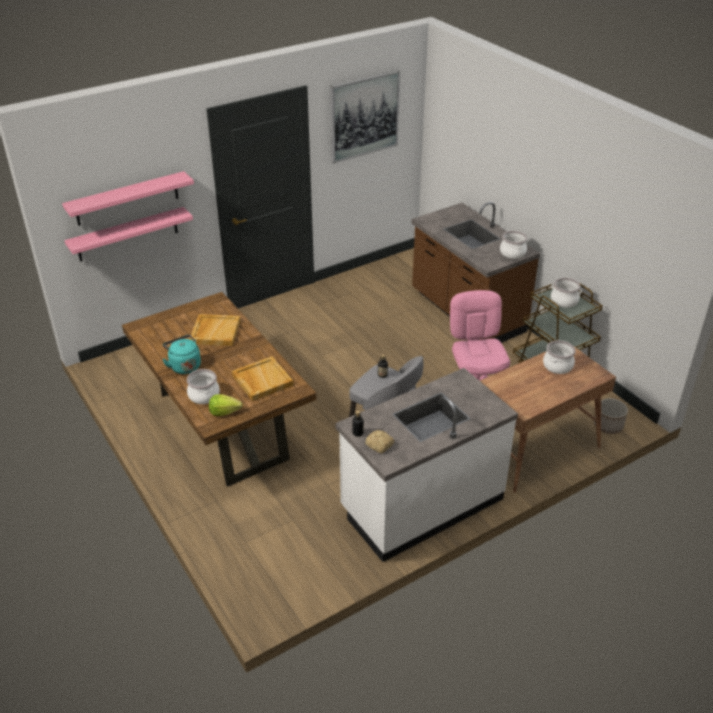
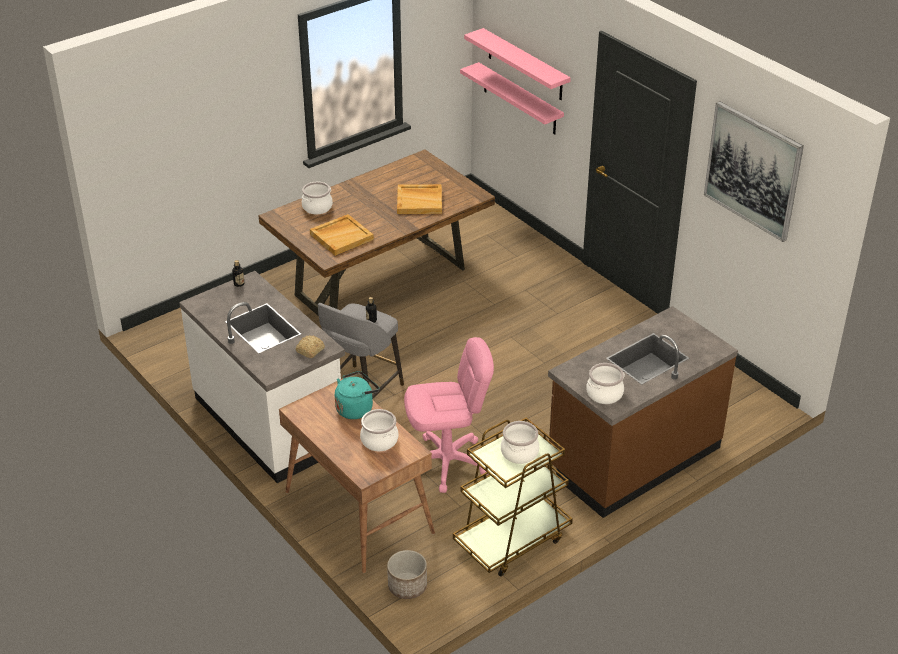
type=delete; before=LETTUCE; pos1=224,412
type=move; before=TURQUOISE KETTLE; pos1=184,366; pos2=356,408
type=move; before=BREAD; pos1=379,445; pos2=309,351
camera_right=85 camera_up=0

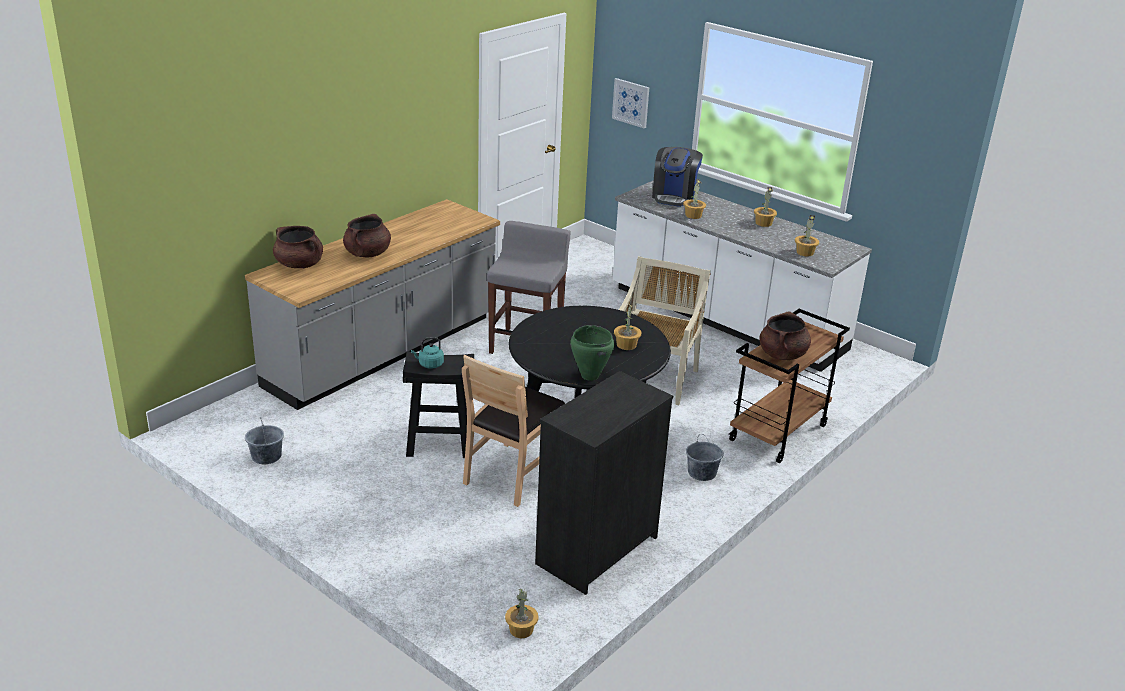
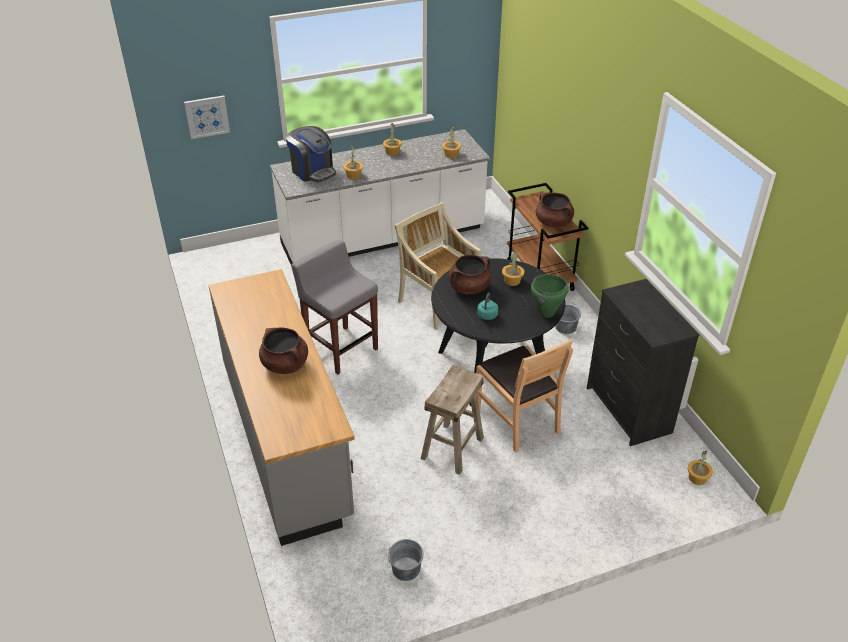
type=move; before=BROWN COOKING POT; pos1=299,264; pos2=469,288
type=move; before=TURQUOISE KETTLE; pos1=429,364; pos2=487,316
type=recolor; before=BLACK STOOL; after=BEIGE STOOL; pos1=439,443; pos2=452,448
camera_right=-60 camera_up=10

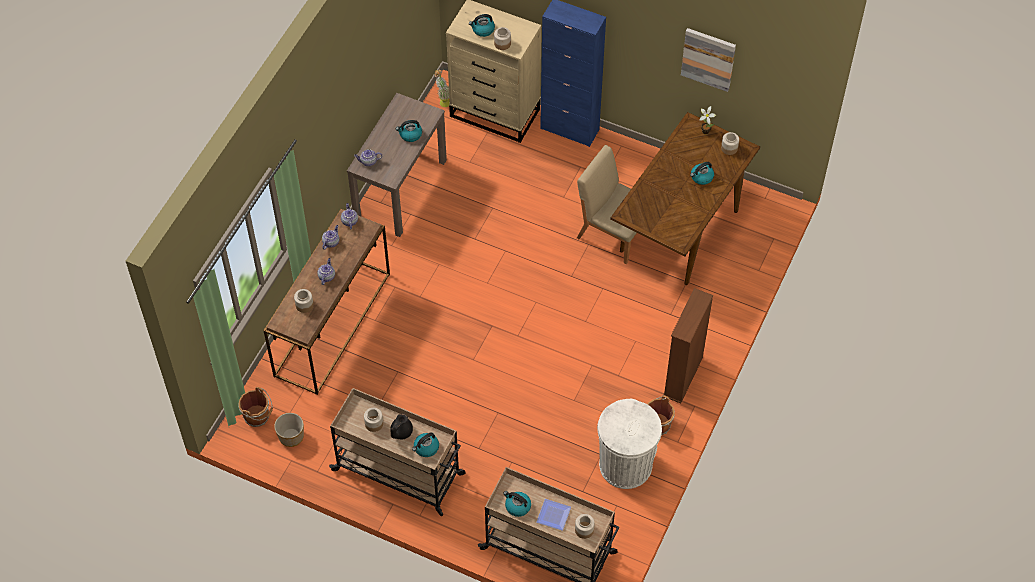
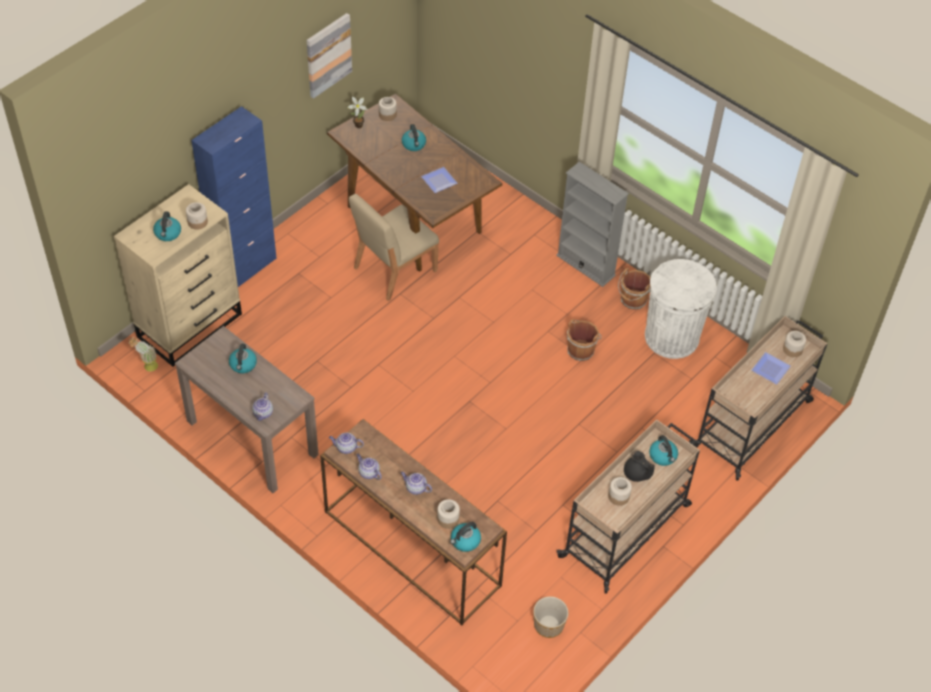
type=insert; after=PLATE; pos2=437,181
type=move; before=BROWN BUCKET; pos1=258,416; pos2=581,349
type=move; before=KETTLE; pos1=517,506; pos2=465,541
type=recolor; before=BROWN BOOKCASE; after=GREY BOOKCASE; pos1=683,377; pos2=585,265
camera_right=-75 camera_up=-5

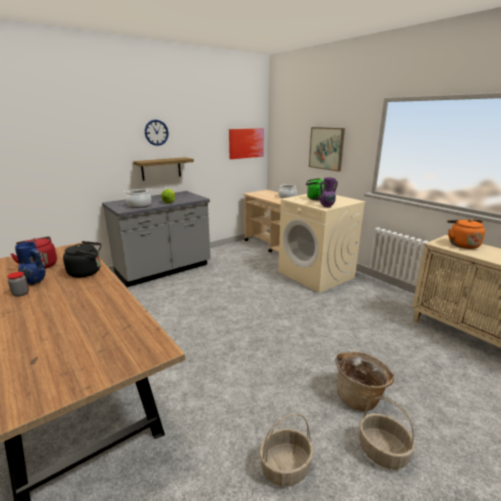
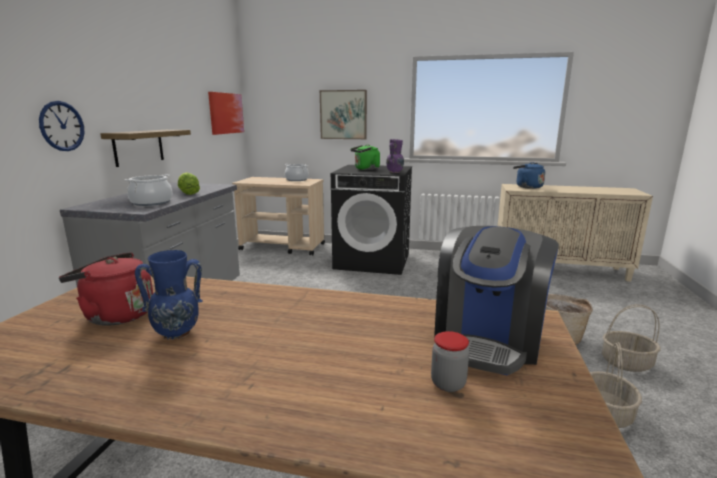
type=delete; before=BLACK KETTLE; pos1=87,272
type=insert; after=COFFEE MACHINE; pos2=488,339
type=move; before=JAR; pos1=21,293; pos2=448,383
type=move; before=WALL CLOCK; pos1=156,132; pos2=62,126
type=recolor; before=BEIGE WASHING MACHINE; after=BLACK WASHING MACHINE; pos1=316,275; pos2=373,261
type=recolor; before=ORANGE KETTLE; after=BLUE KETTLE; pos1=462,244; pos2=527,187
camera_right=-40 camera_up=-5

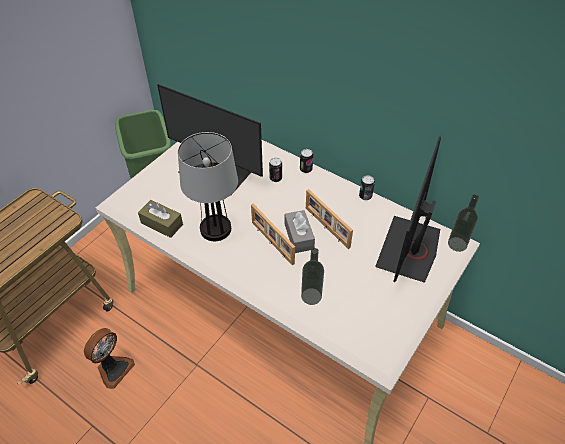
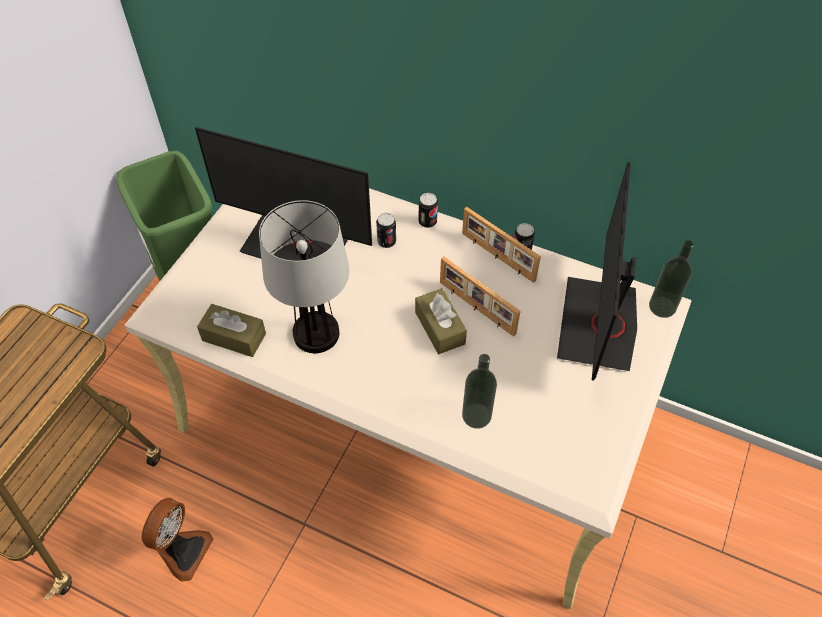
type=move; before=PICTURE FRAME; pos1=271,243; pos2=497,257
type=recolor; before=GREY TISSUE BOX; after=BROWN TISSUE BOX; pos1=299,236; pos2=440,328
camera_right=-10 camera_up=5

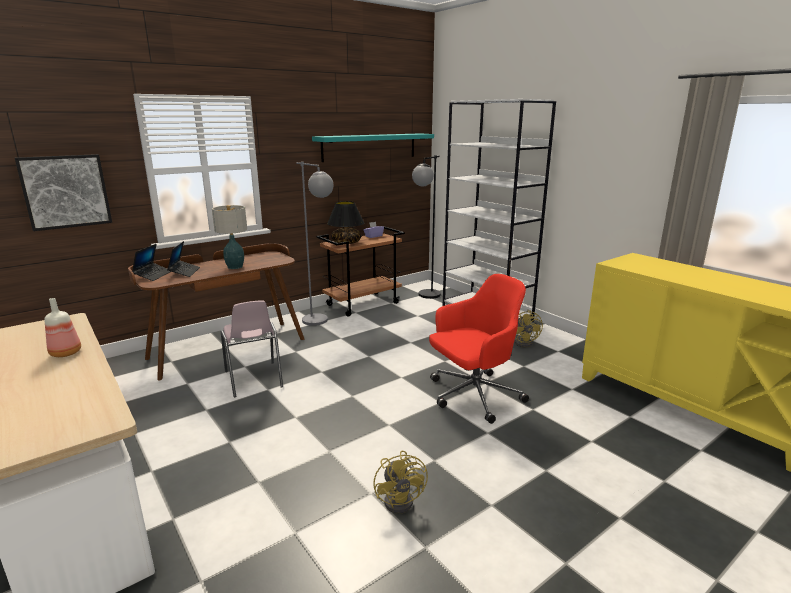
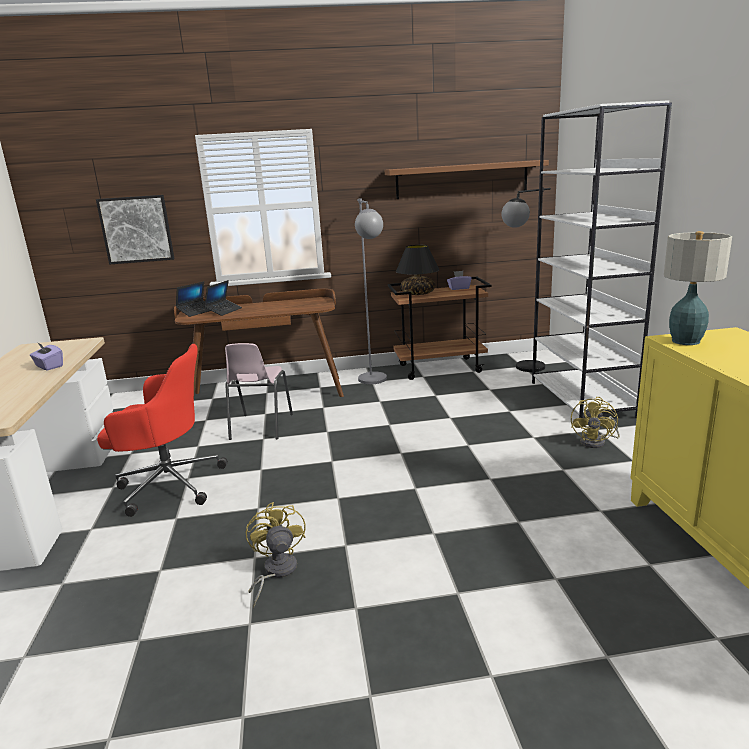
type=move; before=TABLE LAMP; pos1=234,267; pos2=685,341
type=move; before=RED OFFICE CHAIR; pos1=473,395; pos2=168,484
type=replace; before=BOTTLE; after=PURPLE TISSUE BOX; pos1=67,353; pos2=49,366
type=recolor; before=TURQUOISE SHELF; after=BROWN SHELF; pos1=370,147; pos2=462,179
type=rotate; before=YELLOW FAN; pos1=402,499; pos2=275,572; turn=150
camera_right=30 camera_up=0

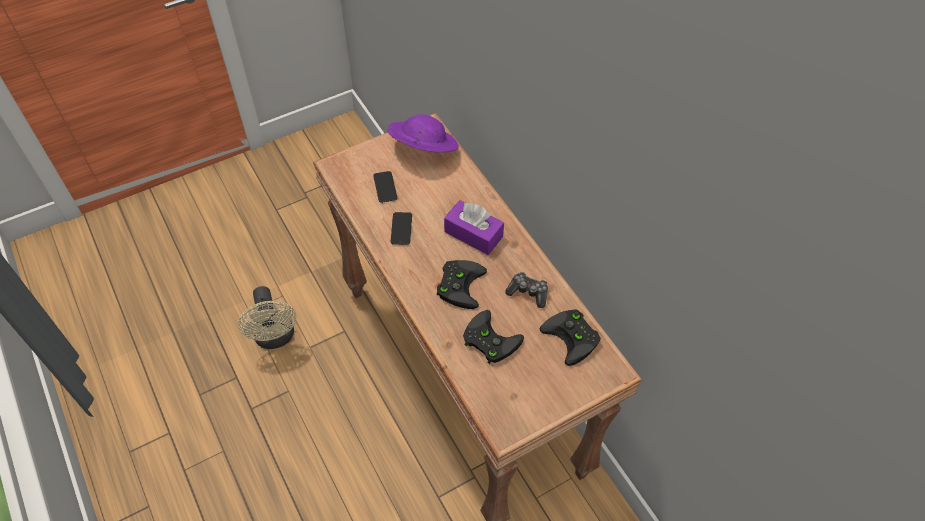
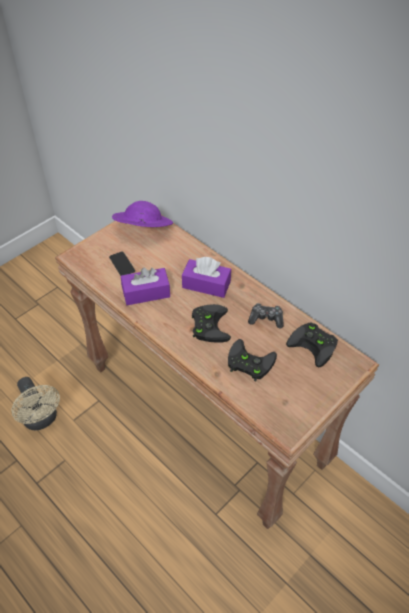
type=replace; before=PHONE; after=PURPLE TISSUE BOX; pos1=401,229; pos2=146,293
camera_right=-15 camera_up=-5

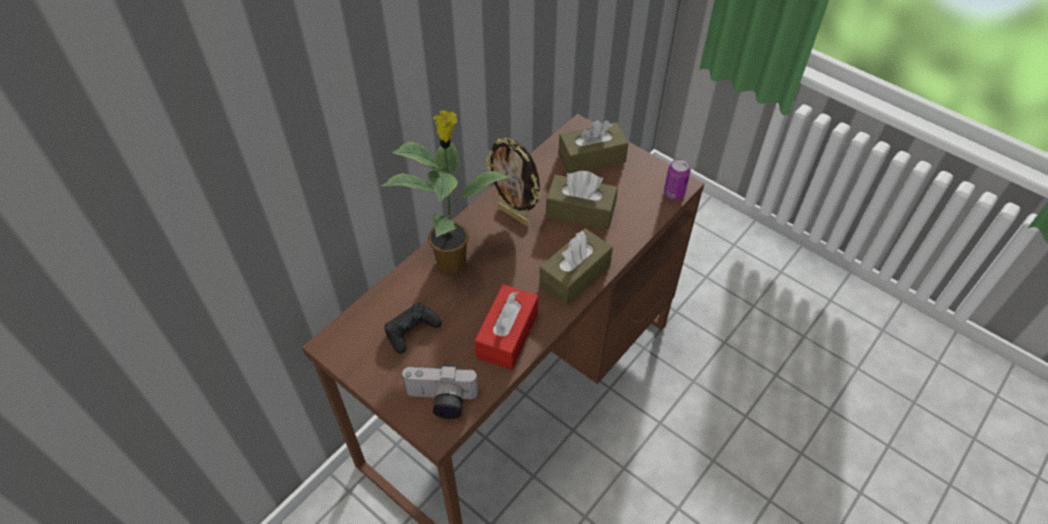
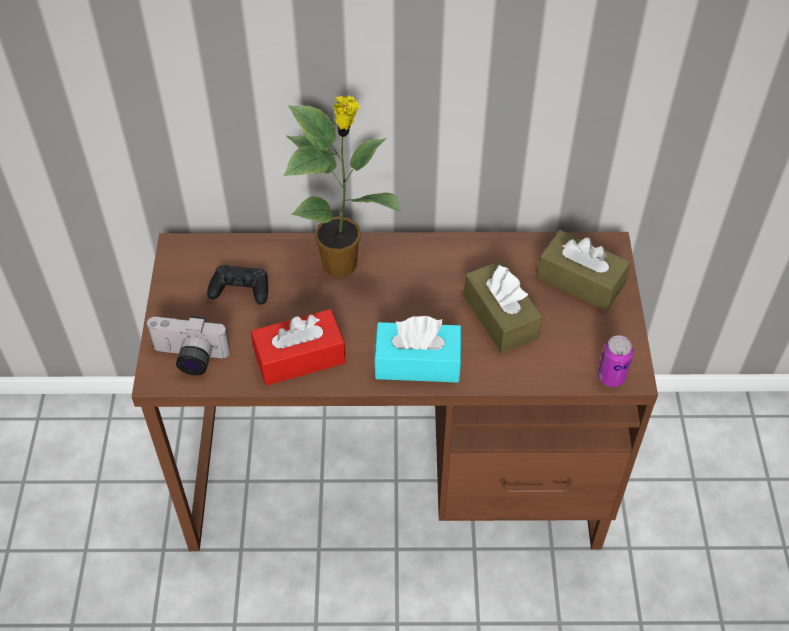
type=delete; before=PICTURE FRAME; pos1=514,216
type=recolor; before=BROWN TISSUE BOX; after=TURQUOISE TISSUE BOX; pos1=575,275; pos2=417,363
type=rotate; before=PHOTO CAMERA; pos1=441,401; pos2=189,358; turn=-45
camera_right=50 camera_up=0

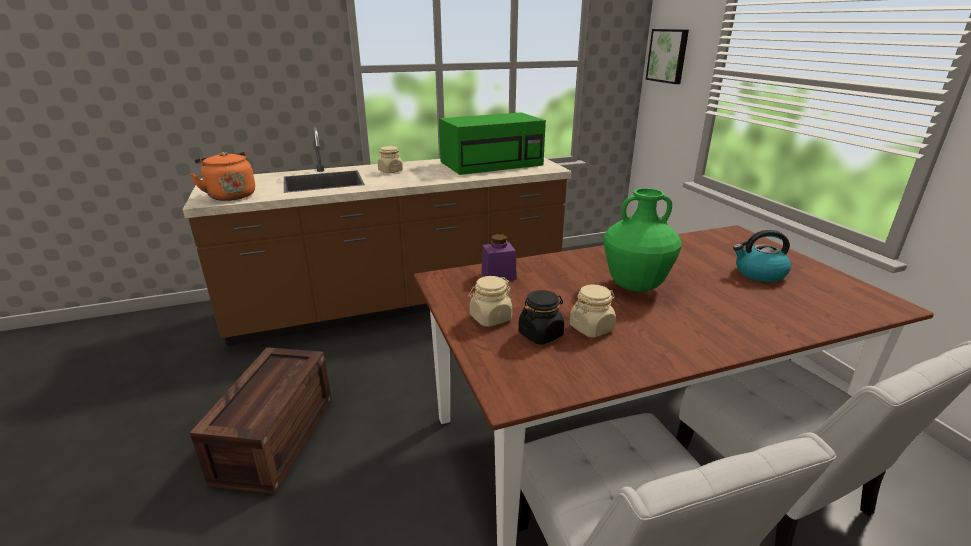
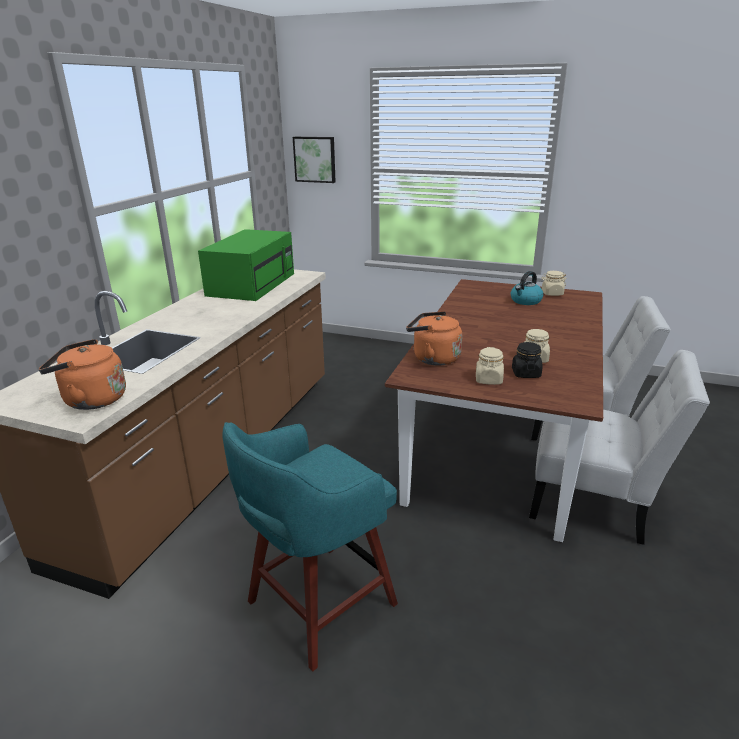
type=delete; before=GREEN VASE; pos1=635,286
type=move; before=BEIGE JAR; pos1=390,171; pos2=552,293
type=replace; before=CRATE; after=TURQUOISE STOOL; pos1=275,437; pos2=317,605
type=replace; before=PURPLE JAR; after=ORANGE KETTLE; pos1=498,276; pos2=433,358
camera_right=-50 camera_up=0

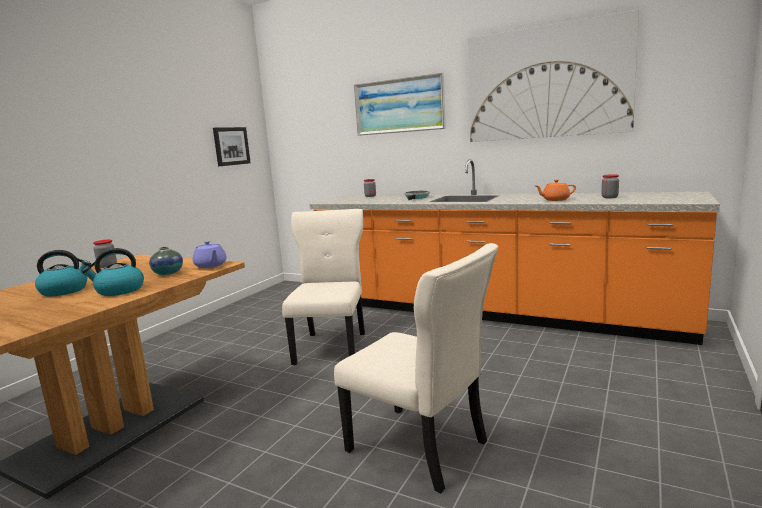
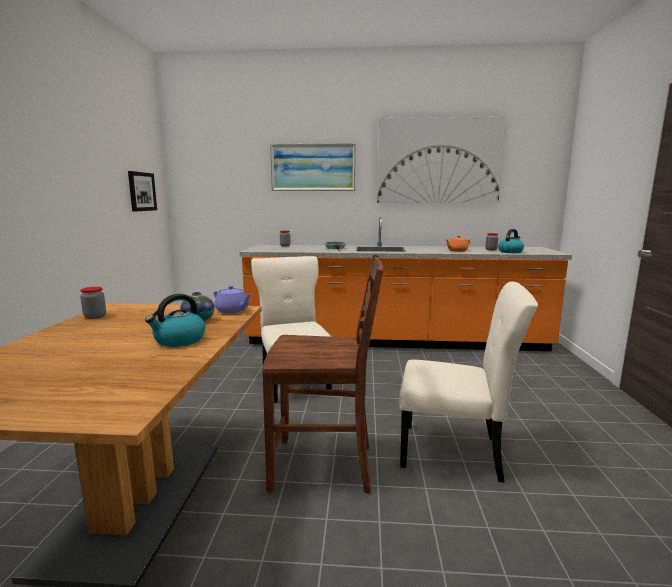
type=insert; after=BROWN CHAIR; pos2=324,467
type=move; before=KETTLE; pos1=65,291; pos2=510,252
camera_right=-25 camera_up=0

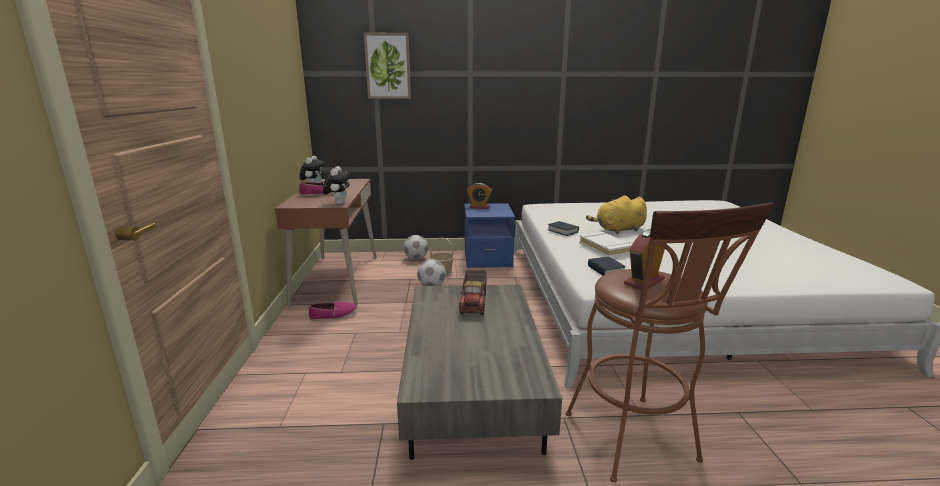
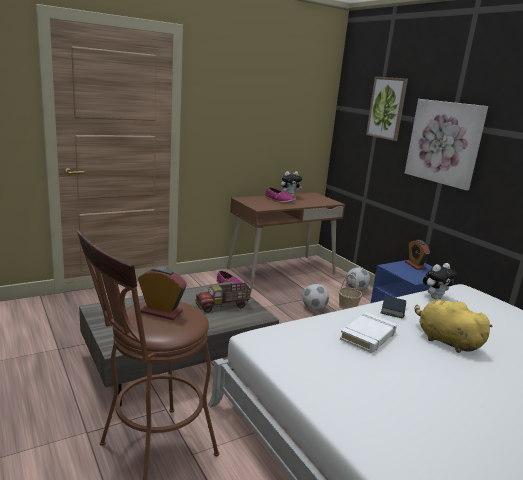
type=delete; before=BOOK; pos1=606,270
type=insert; after=PICTURE; pos2=444,142
type=move; before=PLUSH TOY; pos1=338,203; pos2=435,297
camera_right=60 camera_up=0

